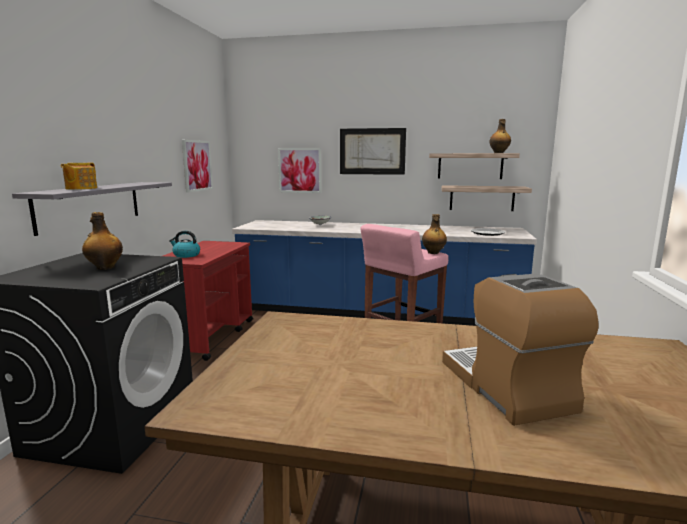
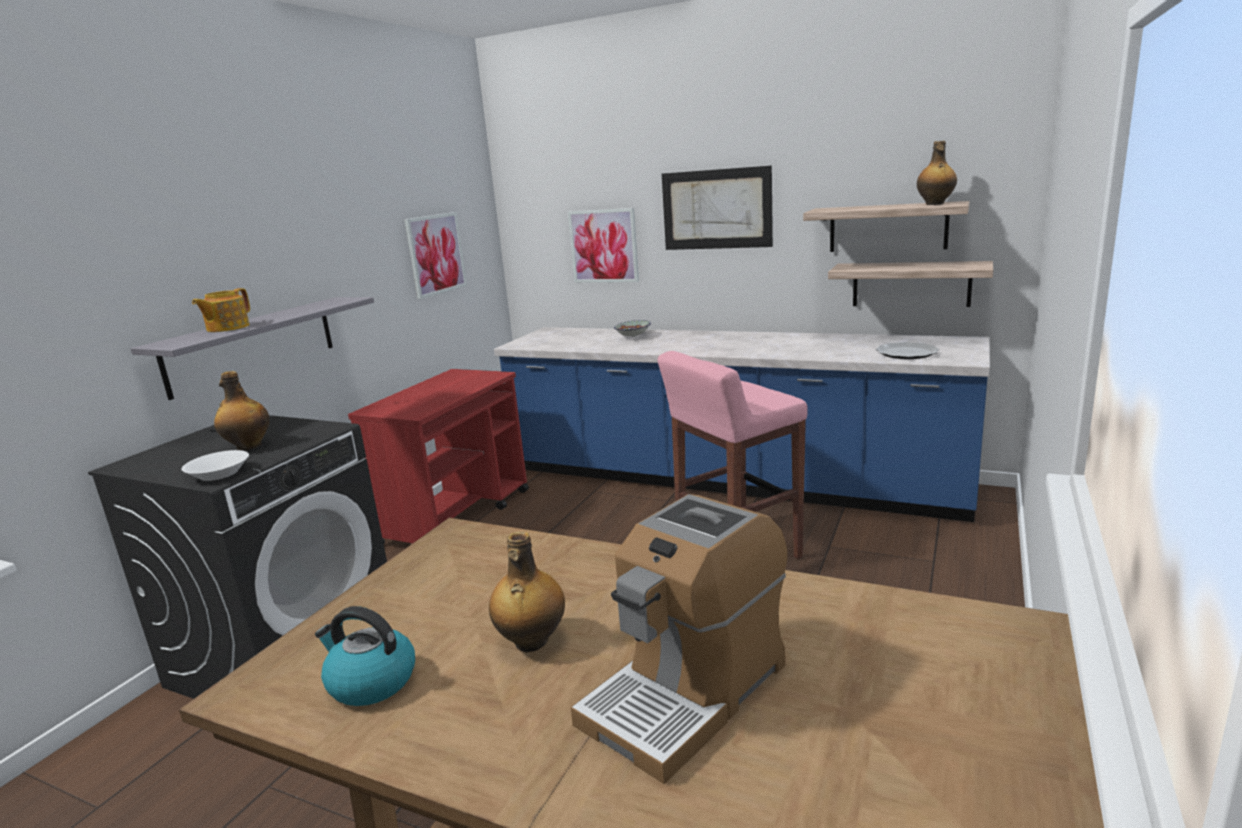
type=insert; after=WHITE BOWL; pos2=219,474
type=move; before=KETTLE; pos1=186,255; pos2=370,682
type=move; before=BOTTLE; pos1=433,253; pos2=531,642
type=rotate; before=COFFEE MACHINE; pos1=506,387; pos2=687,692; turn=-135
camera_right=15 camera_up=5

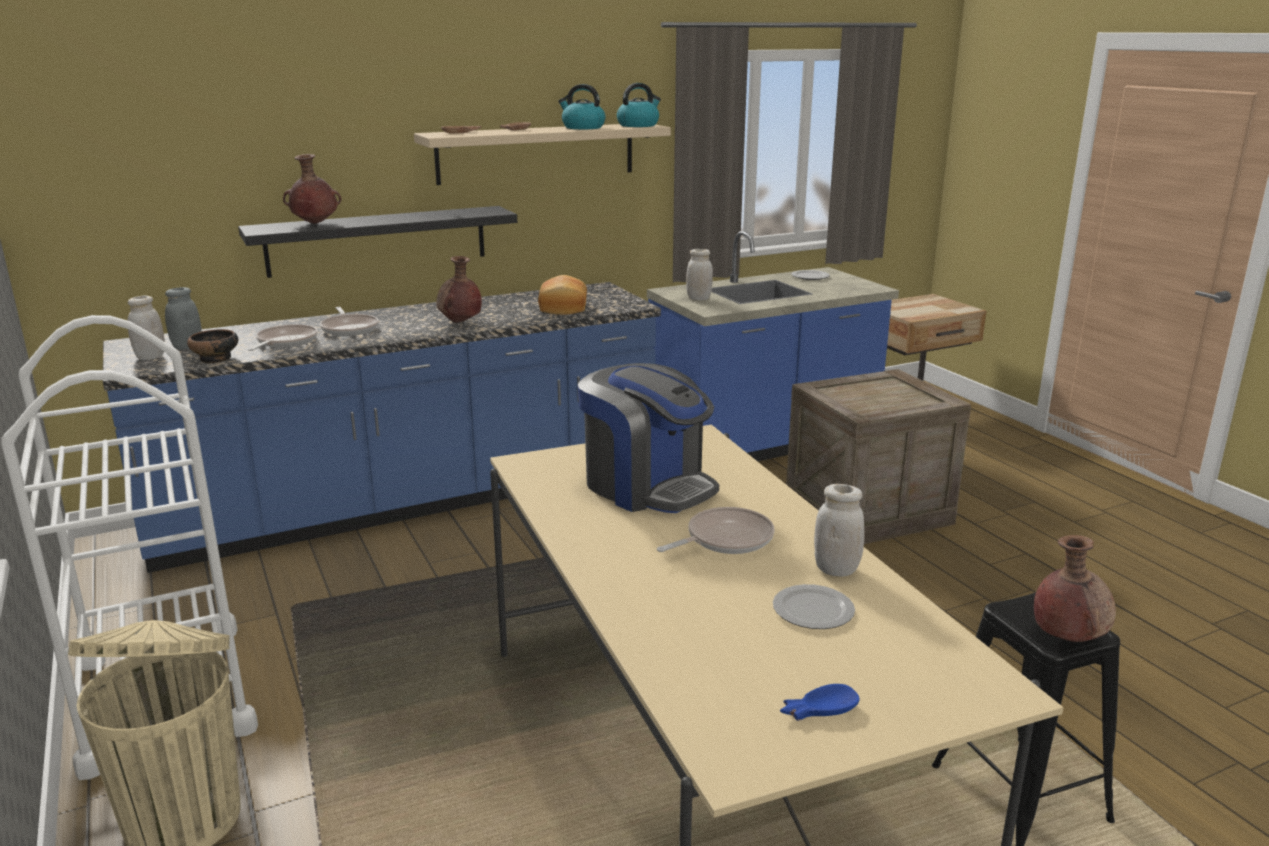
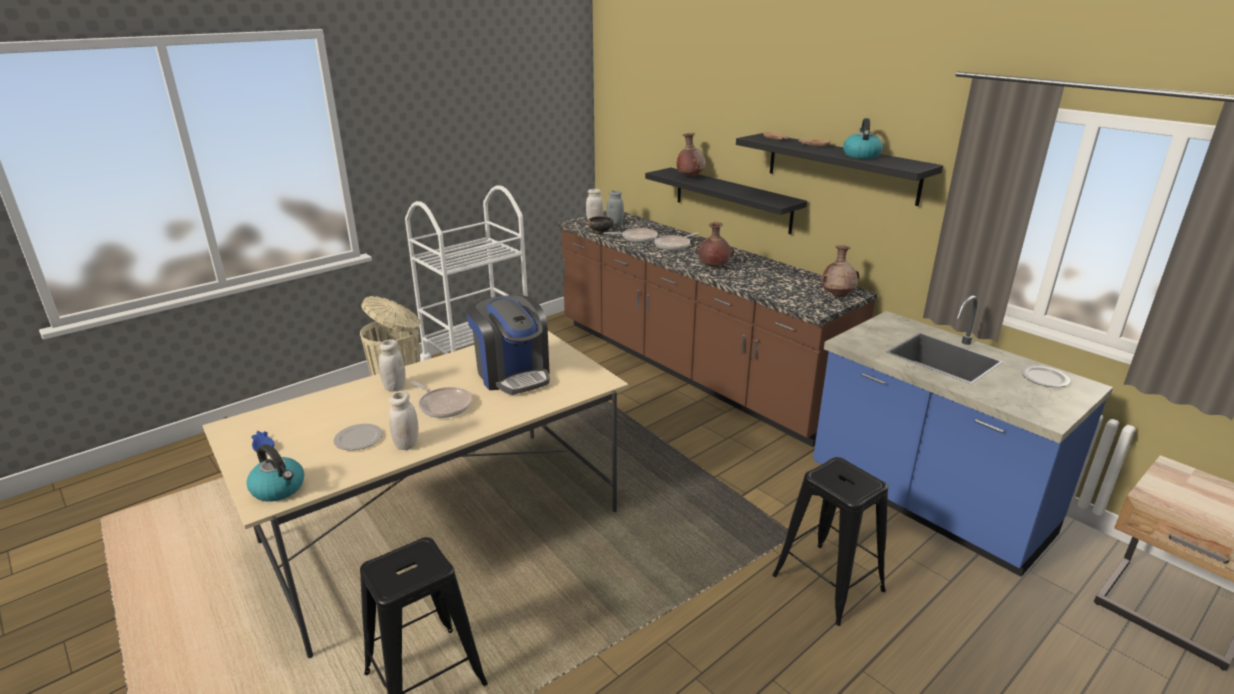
type=delete; before=BREAD; pos1=561,308
type=move; before=KETTLE; pos1=638,125; pos2=279,489
type=move; before=WHITE JAR; pos1=698,298; pos2=394,387
type=move; before=BROWN VASE; pos1=1067,638; pos2=837,295
type=replace; before=CRATE; after=BLACK STOOL; pos1=866,512; pos2=828,583
type=recolor; before=BLUE COUNTER; after=BROWN COUNTER; pos1=413,502; pos2=690,369
type=recolor; before=BEIGE SHELF; after=BLACK SHELF; pos1=537,153; pos2=841,168
type=rotate; before=COFFEE MACHINE; pos1=647,486; pos2=513,374; turn=-60
camera_right=75 camera_up=5

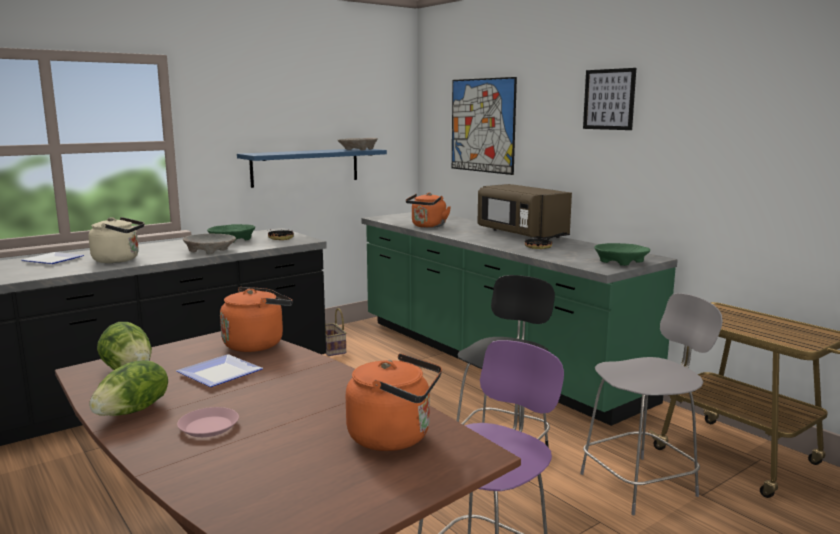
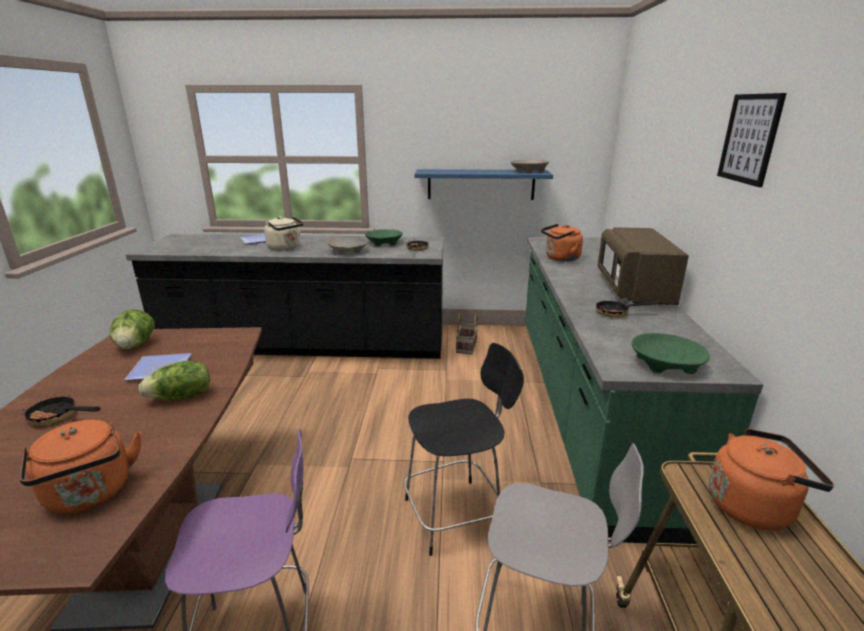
type=delete; before=PICTURE; pos1=482,125
type=move; before=LETTUCE; pos1=133,411; pos2=181,397
type=move; before=ORANGE KETTLE; pos1=257,344; pos2=753,506
type=replace; before=PINK PLATE; after=FRYING PAN; pos1=209,427; pos2=59,417
camera_right=40 camera_up=10

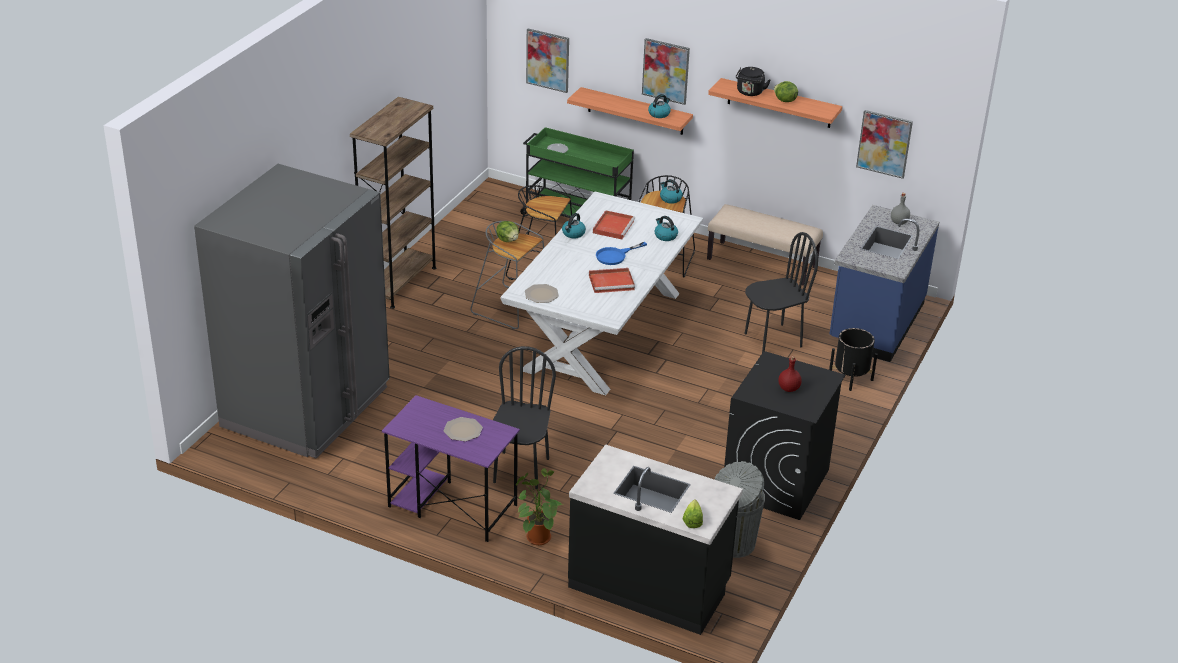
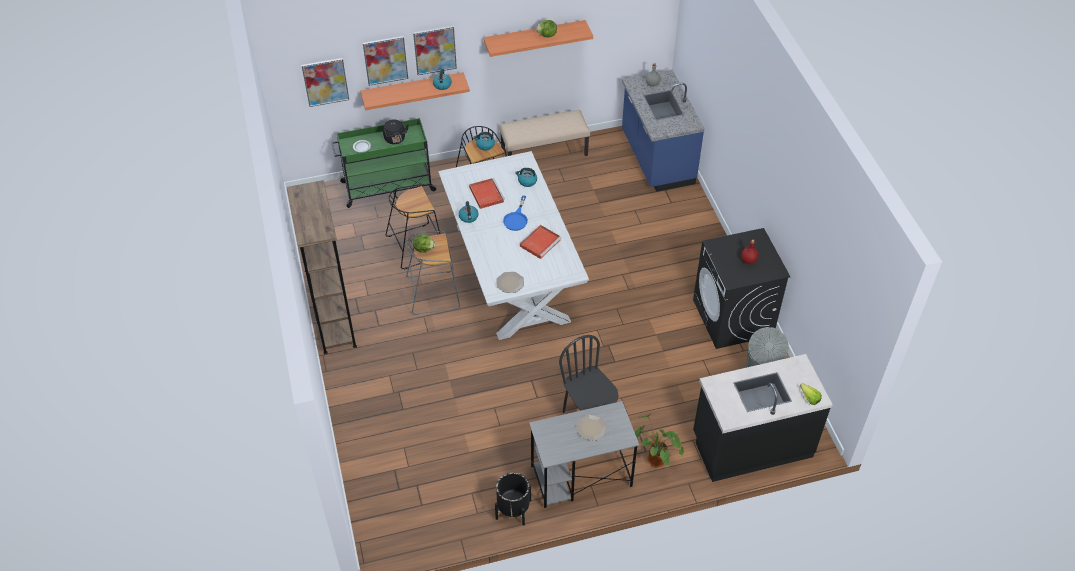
type=delete; before=GREY FRIDGE; pos1=306,407
type=delete; before=BLACK CHAIR; pos1=773,339
type=move; before=BLACK KETTLE; pos1=750,93; pos2=395,139
type=move; before=BLACK PLANTER; pos1=850,377; pos2=513,509
type=move; before=PICTURE; pos1=884,143; pos2=385,60
type=recolor; before=PURPLE DESK; after=GREY DESK; pos1=451,505; pos2=580,476
camera_right=-40 camera_up=15

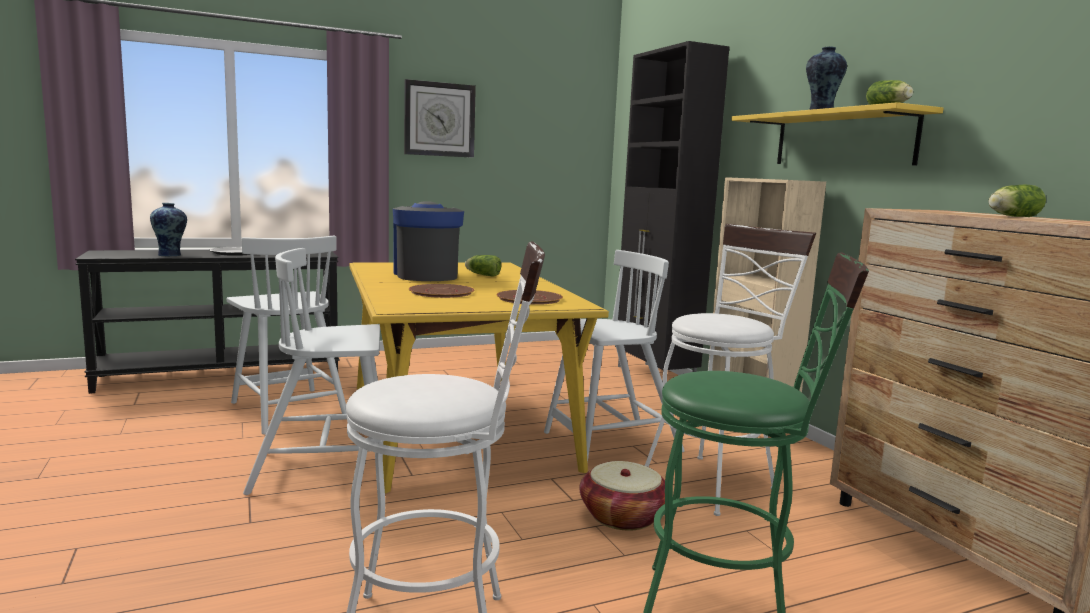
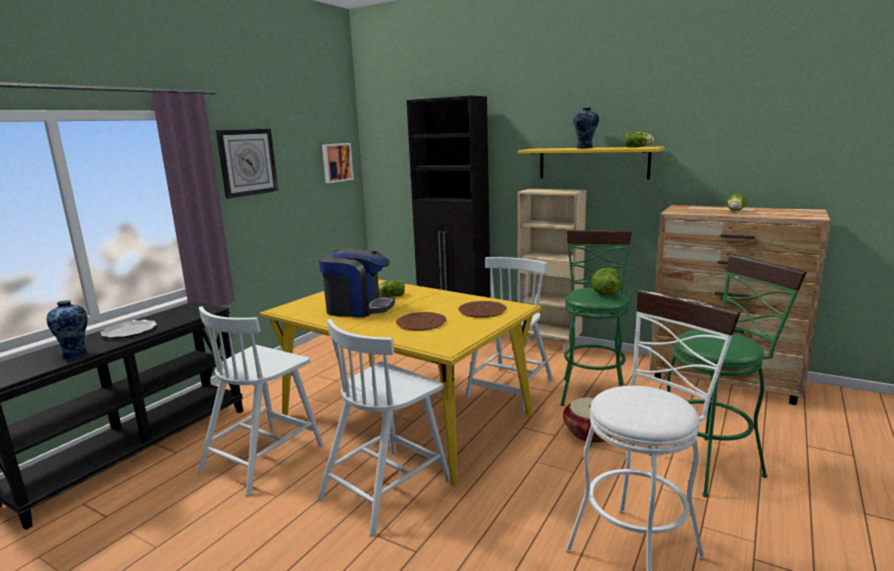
type=insert; after=PICTURE; pos2=336,162
type=insert; after=LETTUCE; pos2=605,294
type=recolor; before=WHITE STOOL; after=GREEN STOOL; pos1=714,481; pos2=592,390
type=rotate; before=WHITE CHAIR; pos1=288,410; pos2=264,457; turn=105
type=rotate; before=COFFEE MACHINE; pos1=426,275; pos2=358,308; turn=150
camera_right=-35 camera_up=5

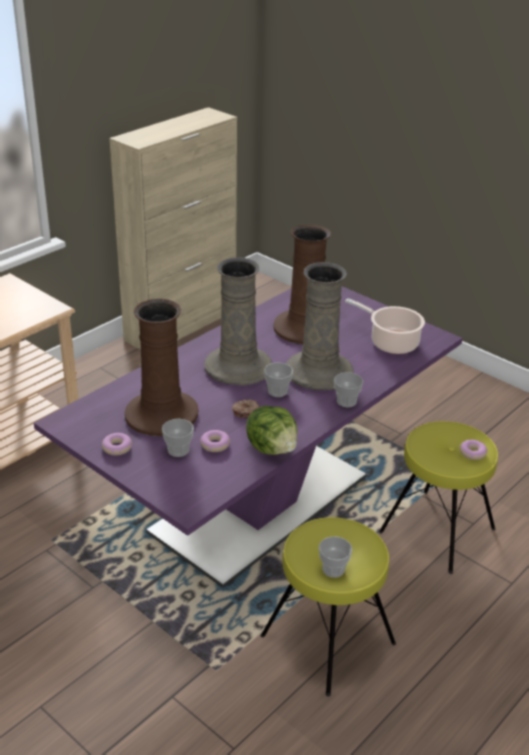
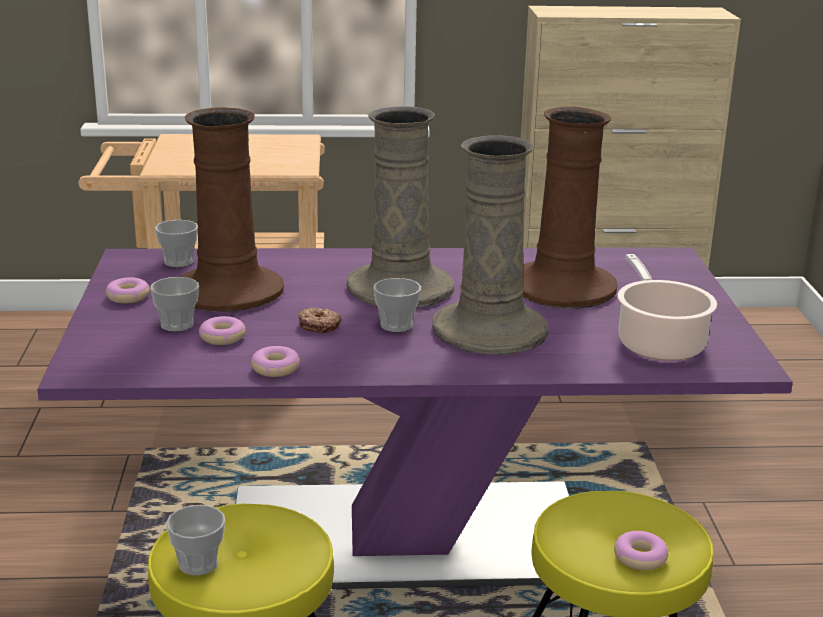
type=move; before=CUP; pos1=346,401; pos2=178,262
type=replace; before=LETTUCE; after=DONUT; pos1=272,448; pos2=275,368
camera_right=45 camera_up=-10

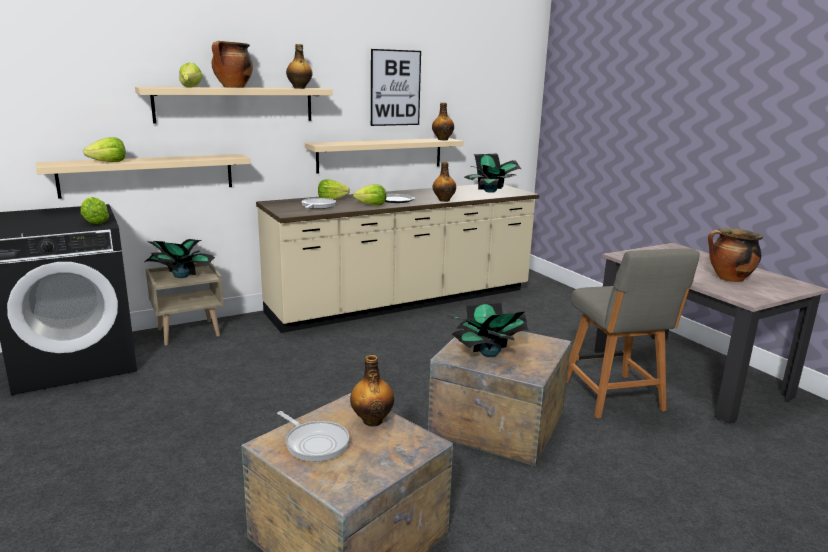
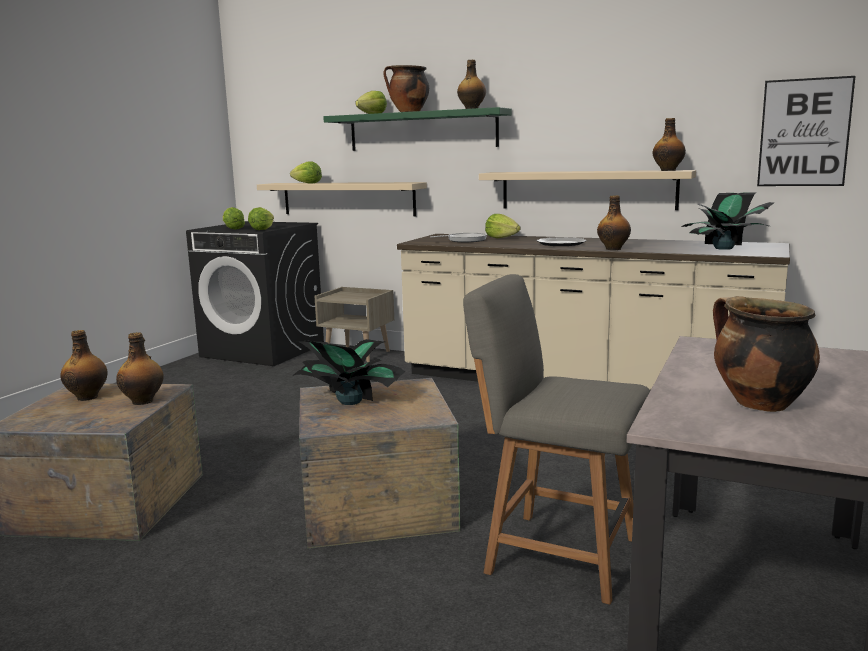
type=delete; before=POTTED PLANT; pos1=181,276
type=move; before=LETTUCE; pos1=371,205; pos2=233,229
type=move; before=PICTURE; pos1=395,88; pos2=804,133
type=replace; before=FRYING PAN; after=BOTTLE; pos1=315,443; pos2=88,397
type=recolor; before=BEIGE SHELF; after=GREEN SHELF; pos1=235,104; pos2=422,131
type=rotate; before=GREY CHAIR; pos1=614,397; pos2=556,554; turn=75
camera_right=55 camera_up=-5

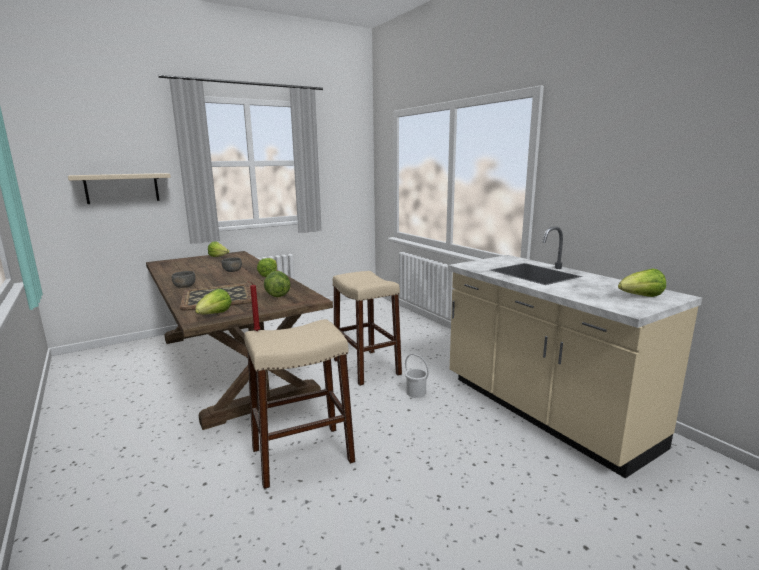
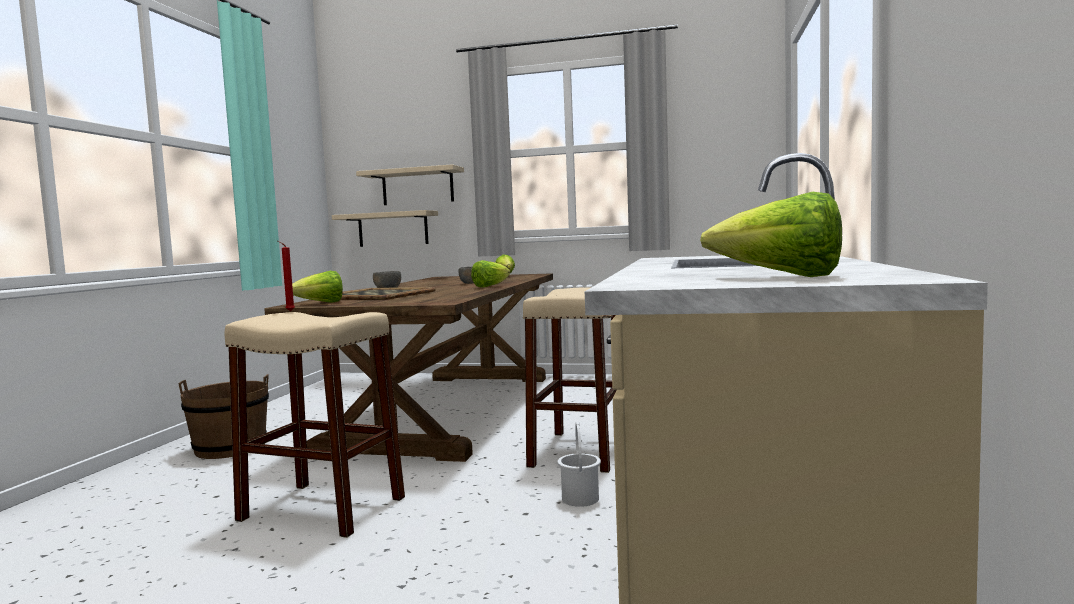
type=delete; before=LETTUCE; pos1=277,295
type=insert; after=BROWN BUCKET; pos2=230,448
type=insert; after=BEIGE SHELF; pos2=393,229
camera_right=45 camera_up=-10

